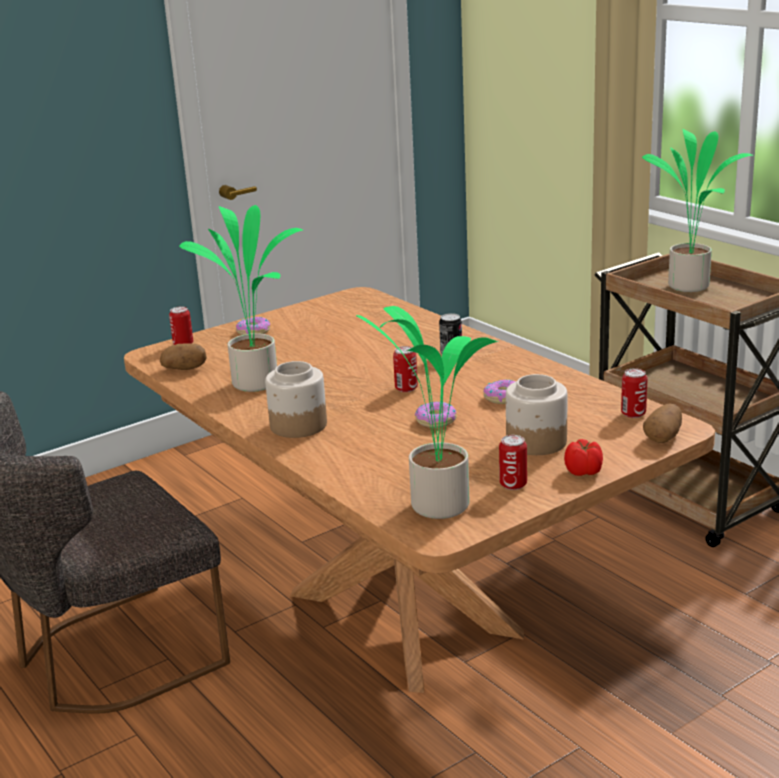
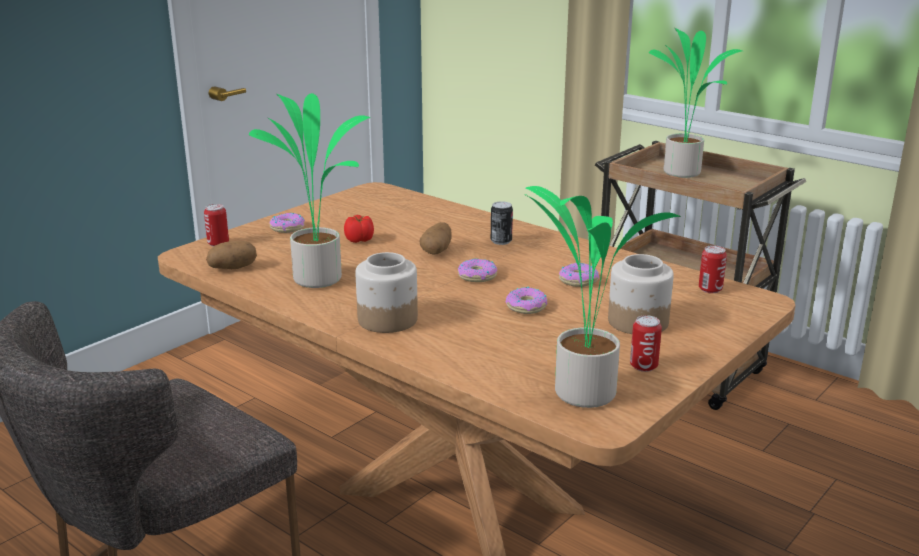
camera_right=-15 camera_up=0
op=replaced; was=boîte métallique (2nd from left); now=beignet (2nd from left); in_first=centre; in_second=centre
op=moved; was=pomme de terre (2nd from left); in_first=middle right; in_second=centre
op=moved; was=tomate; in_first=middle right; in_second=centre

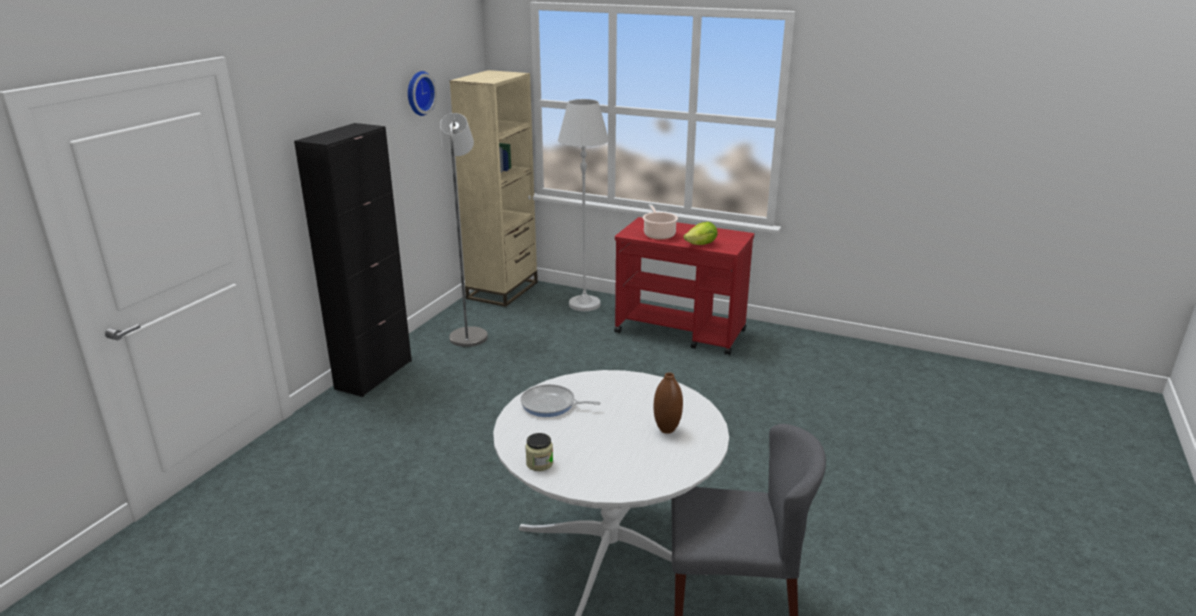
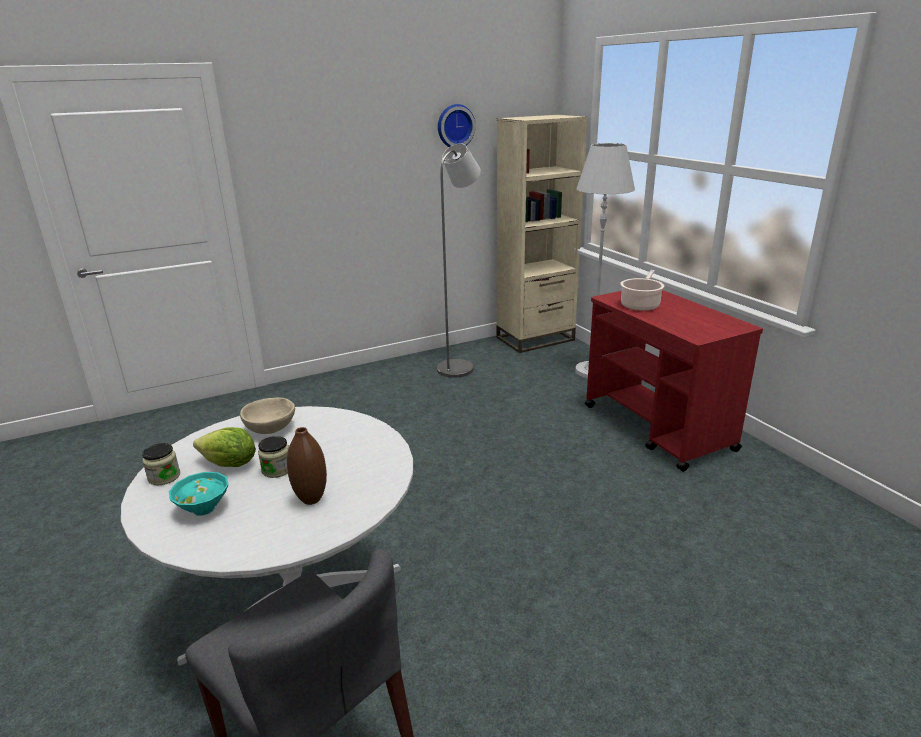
camera_right=40 camera_up=0
op=removed; was=meuble de rangement/noir; in_first=middle left
op=moved; was=laitue; in_first=centre; in_second=middle left
op=replaced; was=poêle; now=bol/beige; in_first=centre; in_second=middle left
op=added; now=bocal (2nd from left); in_second=middle left
op=added; now=bol/turquoise; in_second=bottom left

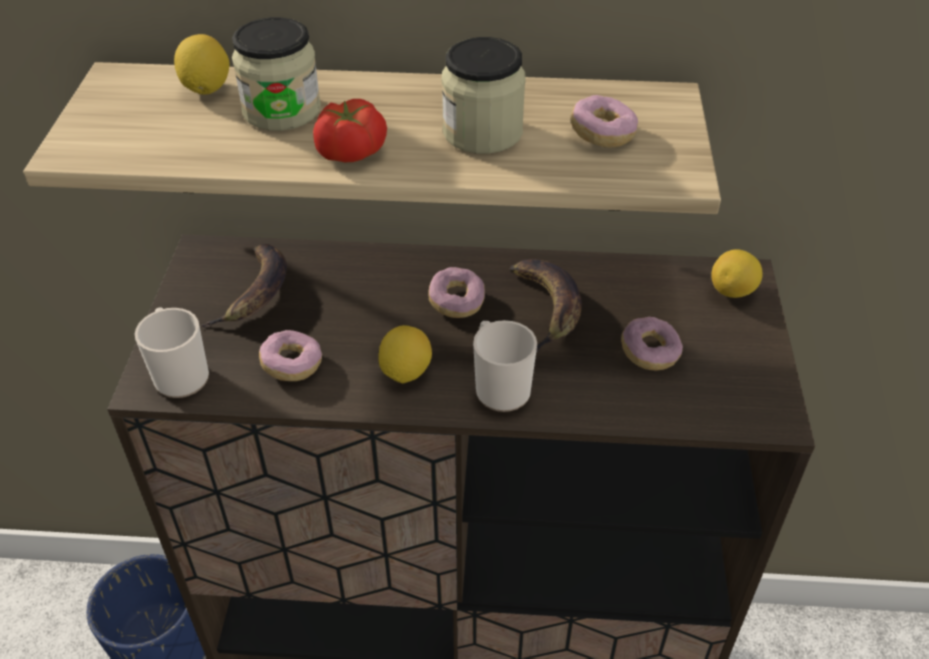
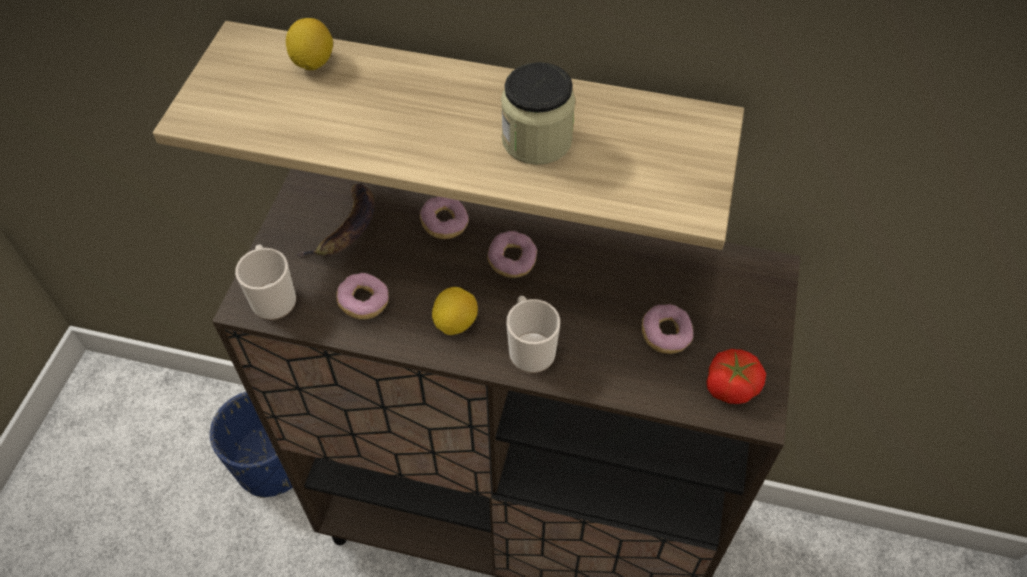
camera_right=10 camera_up=10
op=removed; was=bocal (1st from left); in_first=top left
op=moved; was=beignet (3rd from left in the first image); now=beignet (2nd from left); in_first=top centre; in_second=centre
op=moved; was=tomate; in_first=top centre; in_second=middle right
op=removed; was=citron (3rd from left); in_first=middle right
op=removed; was=banane (2nd from left); in_first=centre

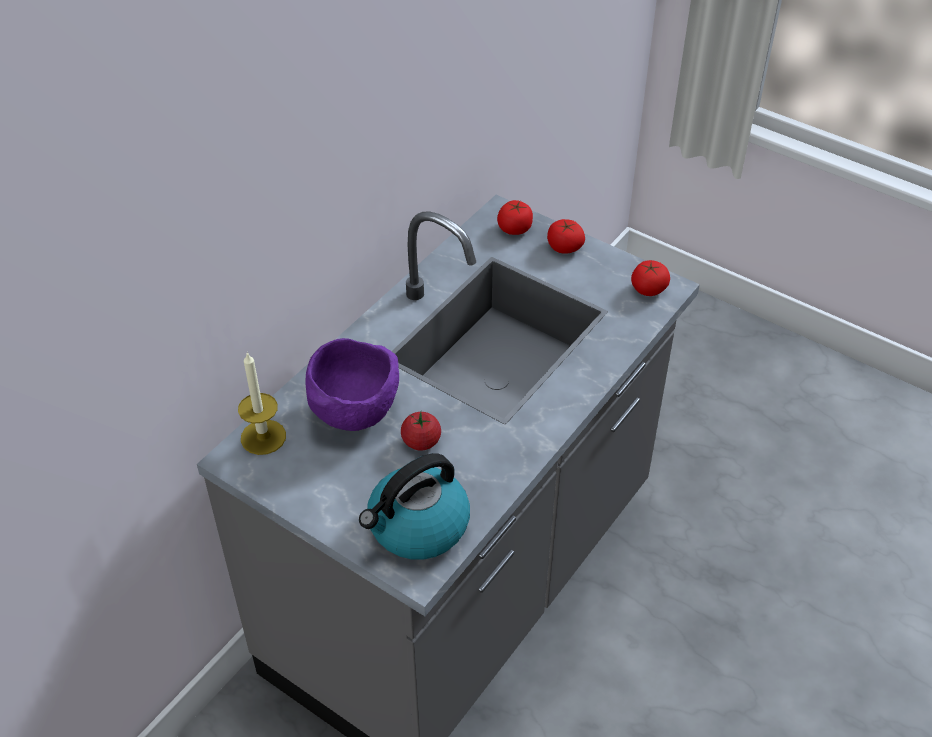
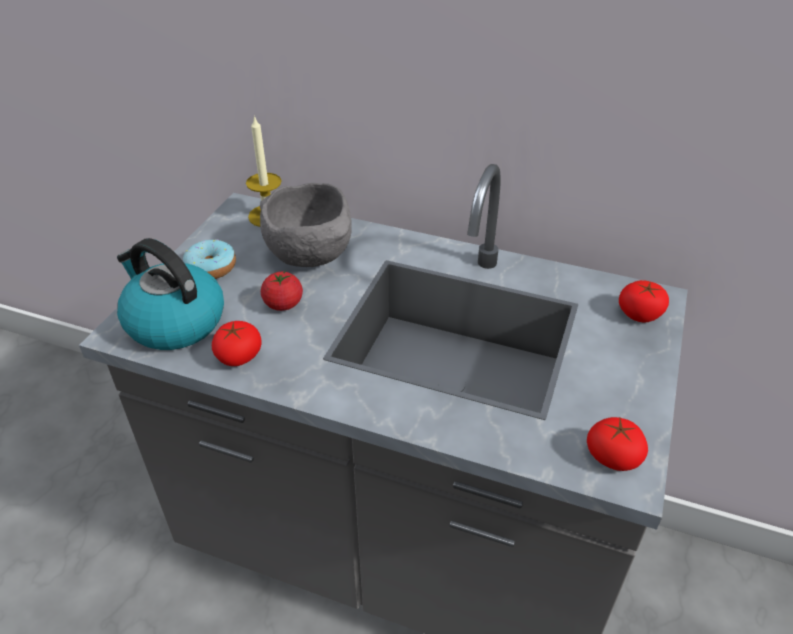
camera_right=75 camera_up=-5
op=moved; was=tomate (3rd from left in the first image); now=tomate (1st from left); in_first=top centre; in_second=middle left
op=recoloured; was=bol/violet; now=bol/gris; in_first=centre; in_second=centre
op=added; now=beignet; in_second=middle left

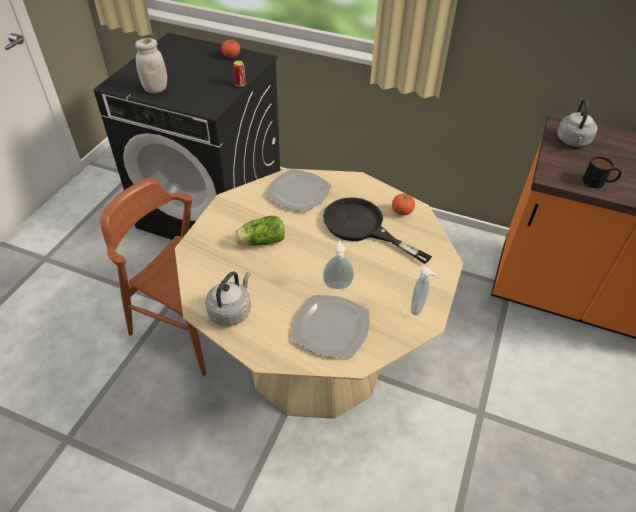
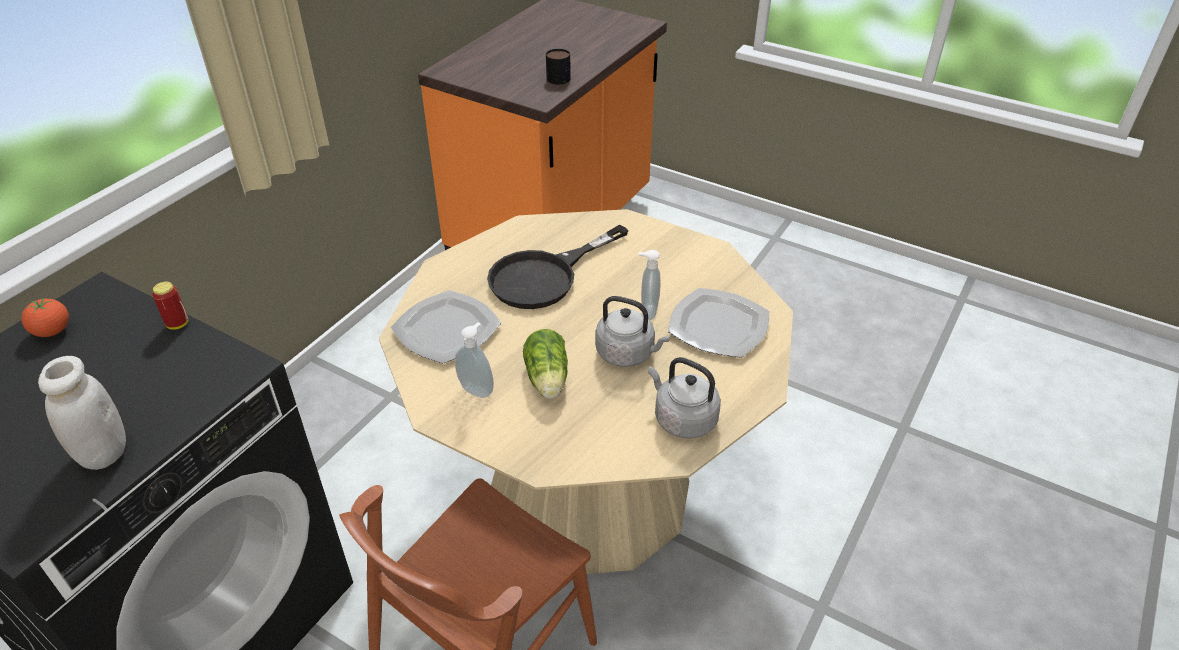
camera_right=-80 camera_up=-5
op=moved; was=bouilloire/gris (2nd from left in the first image); now=bouilloire/gris (1st from left); in_first=top right; in_second=centre
op=removed; was=tomate (2nd from left); in_first=centre
op=moved; was=distributeur de savon (2nd from left in the first image); now=distributeur de savon (1st from left); in_first=middle right; in_second=centre

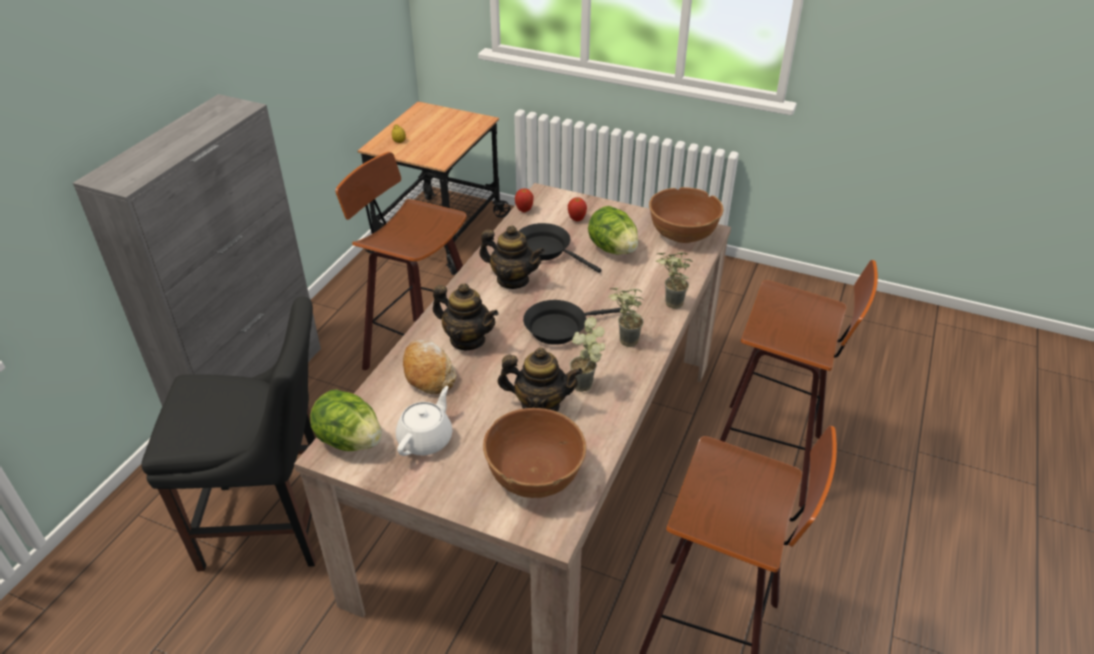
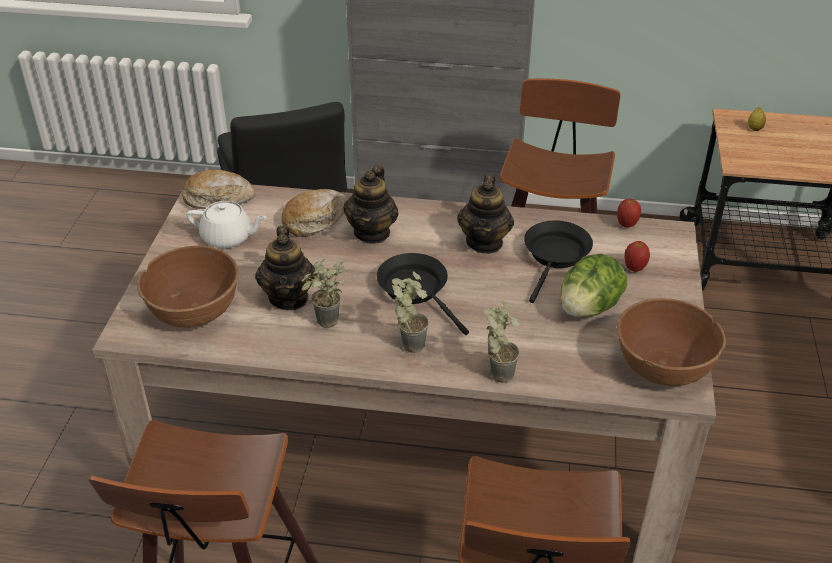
camera_right=75 camera_up=0
op=replaced; was=laitue (1st from left); now=pain (1st from left); in_first=middle left; in_second=middle left

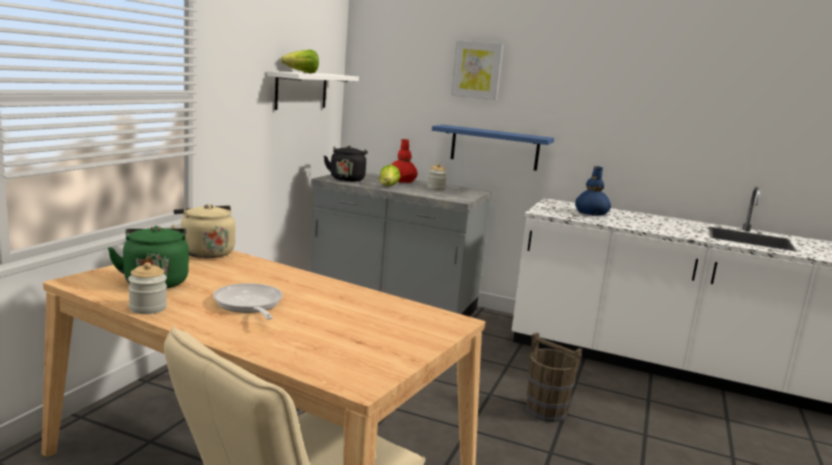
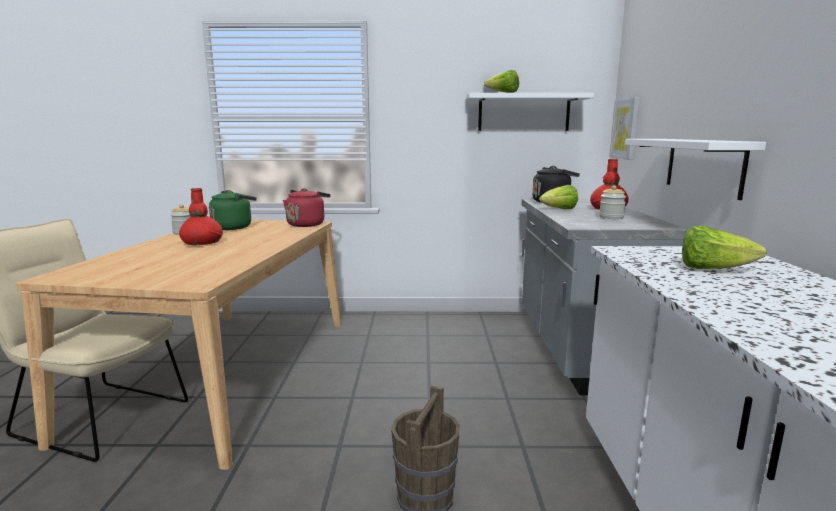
camera_right=70 camera_up=0
op=moved; was=tableau; in_first=top centre; in_second=top right
op=recoloured; was=étagère/bleu; now=étagère/blanc (2nd from left); in_first=top centre; in_second=top right
op=replaced; was=vase/bleu; now=laitue (3rd from left); in_first=middle right; in_second=middle right
op=recoloured; was=bouilloire/beige; now=bouilloire/rouge; in_first=middle left; in_second=centre
op=replaced; was=poêle; now=vase/rouge (1st from left); in_first=middle left; in_second=middle left

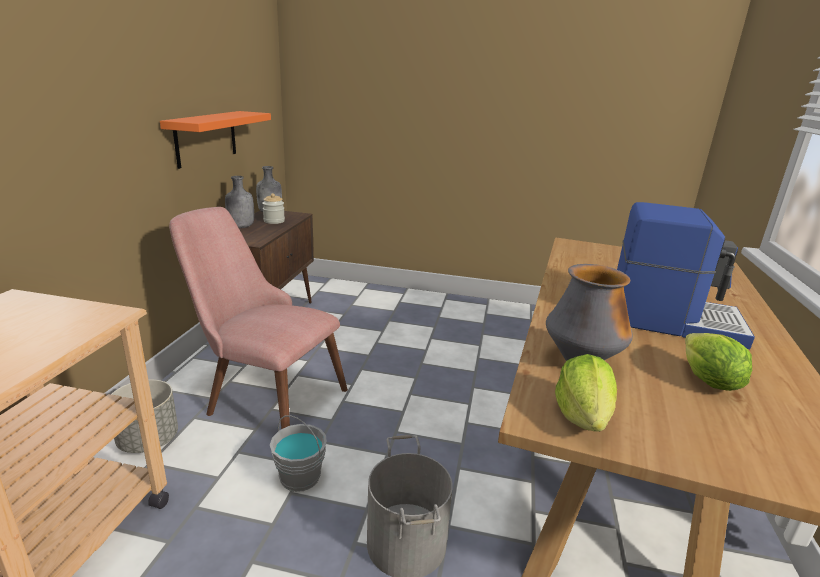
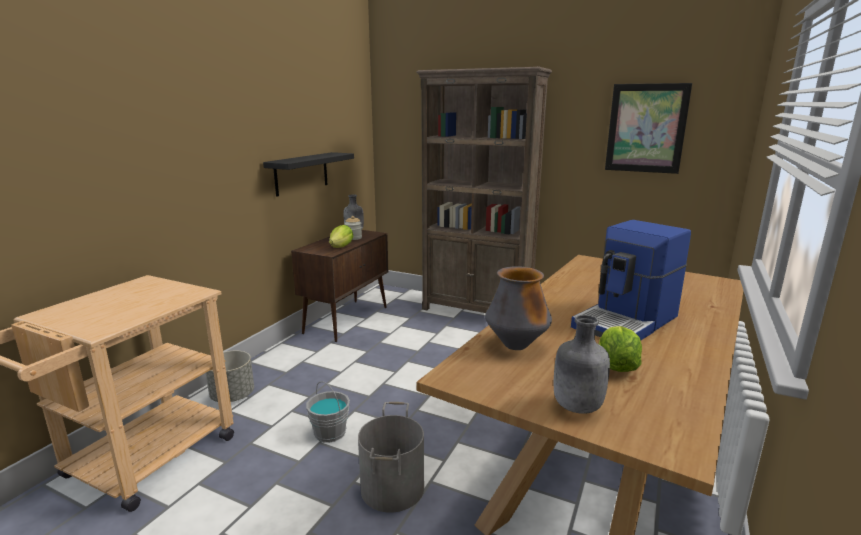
camera_right=15 camera_up=-5
op=recoloured; was=étagère/orange; now=étagère/noir; in_first=top left; in_second=top centre
op=moved; was=bouteille/gris (1st from left in the first image); now=bouteille/gris (2nd from left); in_first=middle left; in_second=bottom right
op=turned; was=machine à café; in_first=middle right; in_second=middle right; clockwise=105
op=removed; was=chaise/rose; in_first=middle left
op=moved; was=laitue (1st from left); in_first=bottom right; in_second=centre
op=added; now=bibliothèque/marron; in_second=centre
op=added; now=tableau; in_second=top right

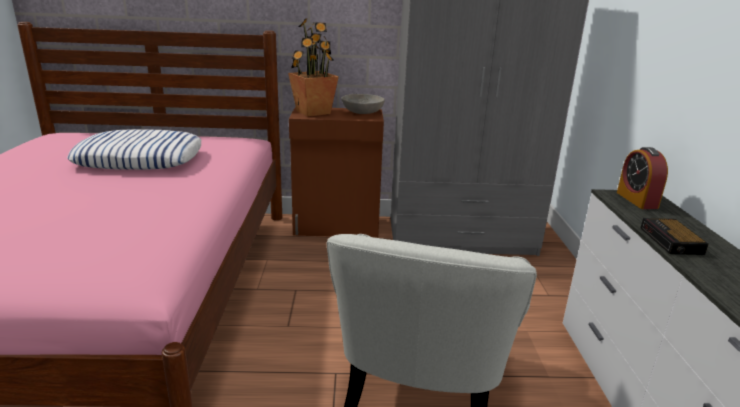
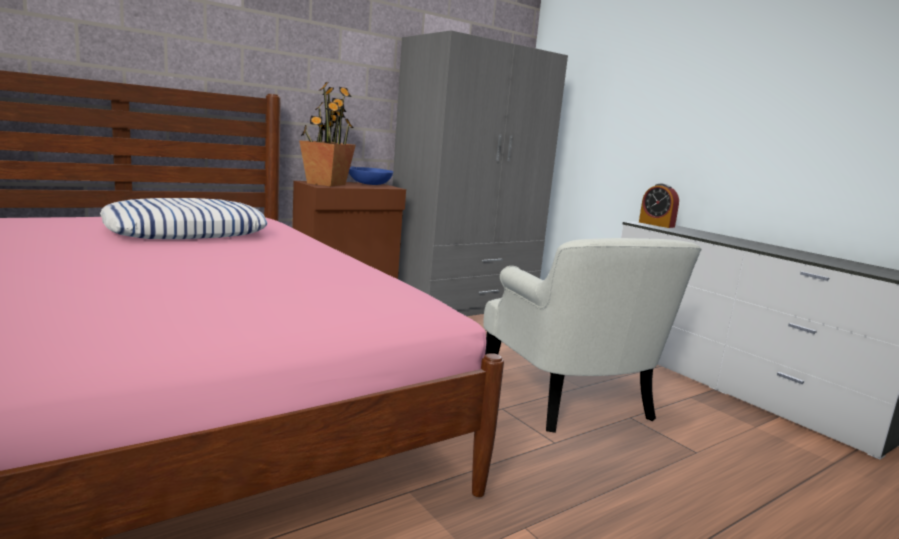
camera_right=-35 camera_up=-10
op=recoloured; was=bol/gris; now=bol/bleu; in_first=top centre; in_second=top centre
op=removed; was=réveil (2nd from left); in_first=middle right

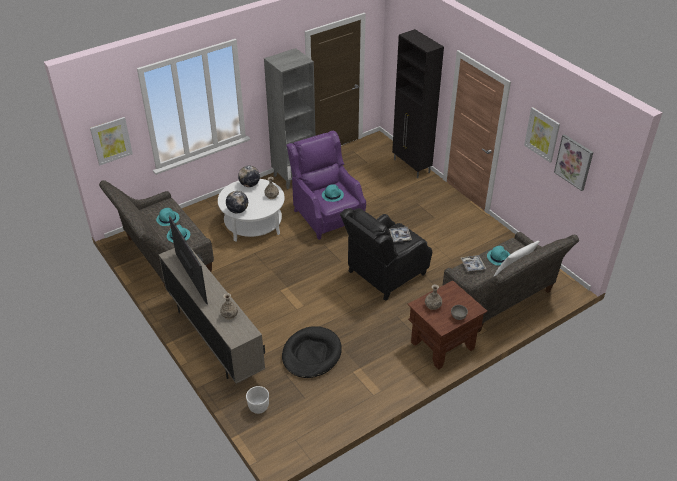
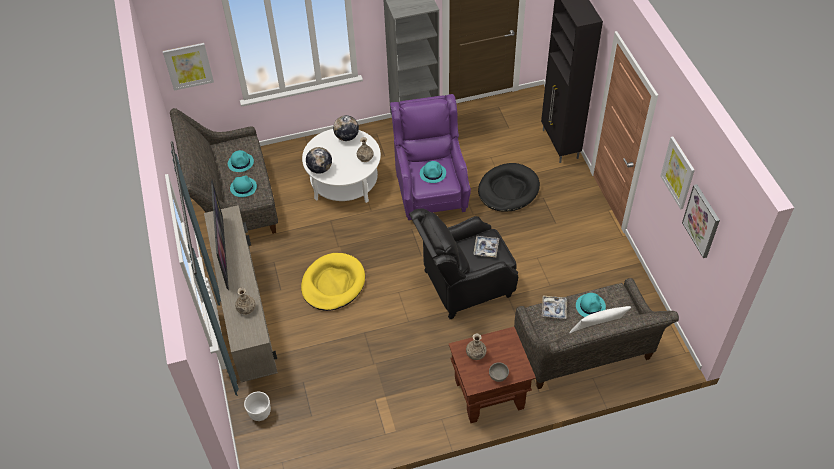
camera_right=20 camera_up=10
op=moved; was=panier pour chien/noir; in_first=bottom centre; in_second=centre
op=added; now=panier pour chien/jaune; in_second=centre

